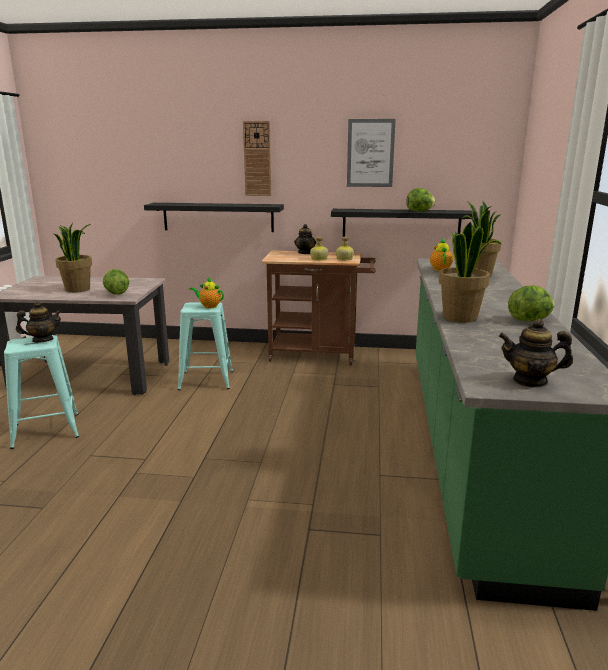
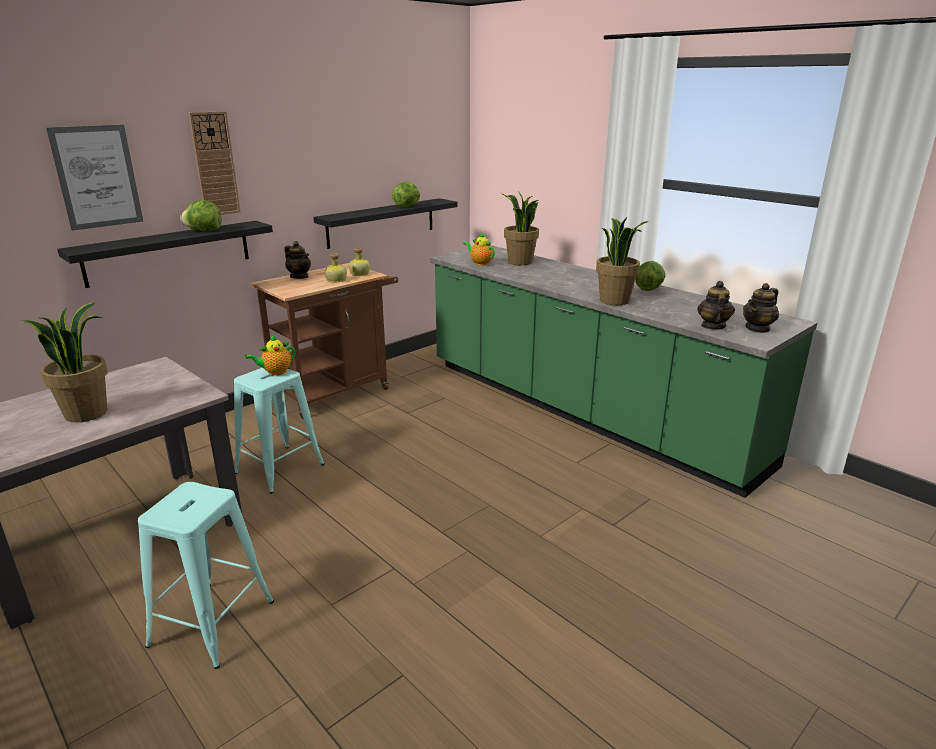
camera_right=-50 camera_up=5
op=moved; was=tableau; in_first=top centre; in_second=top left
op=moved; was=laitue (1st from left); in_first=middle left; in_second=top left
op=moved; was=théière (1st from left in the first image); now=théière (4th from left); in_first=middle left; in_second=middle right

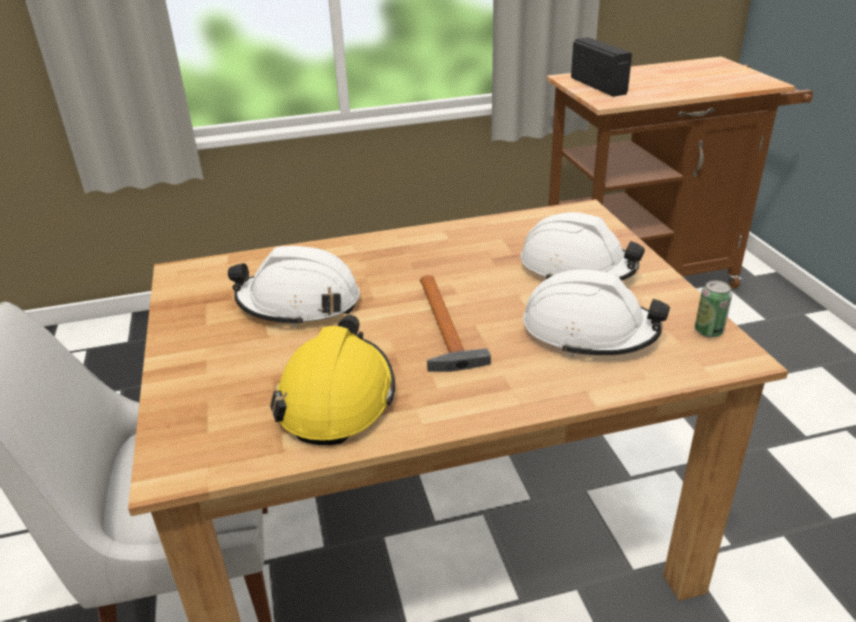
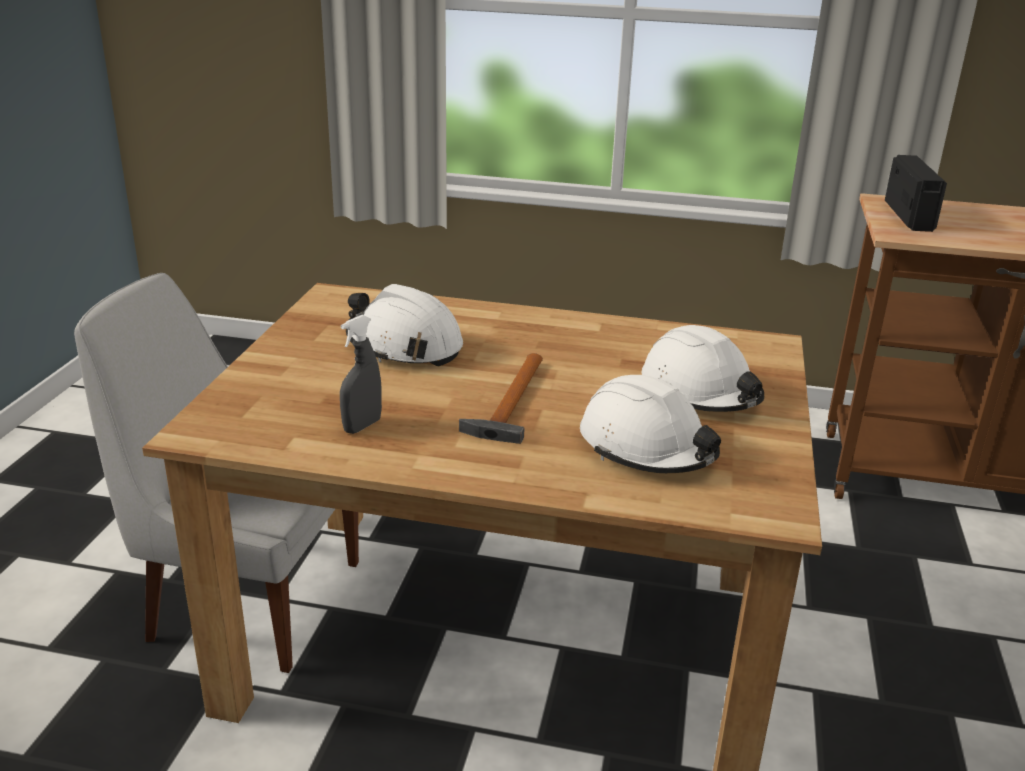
camera_right=25 camera_up=-5
op=removed; was=boîte métallique; in_first=middle right
op=replaced; was=casque de chantier/jaune; now=vaporisateur/gris; in_first=centre; in_second=centre

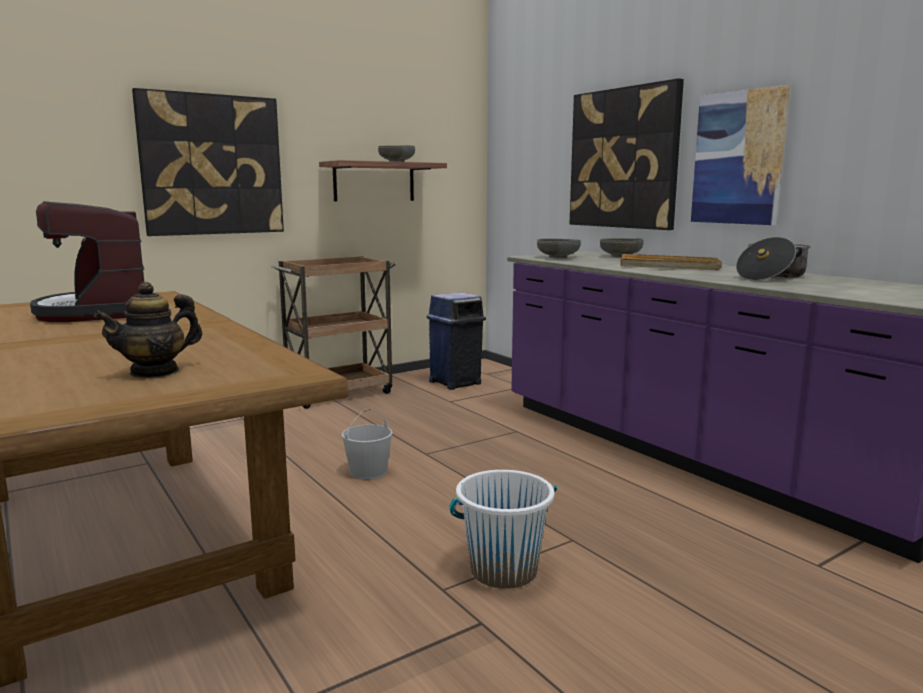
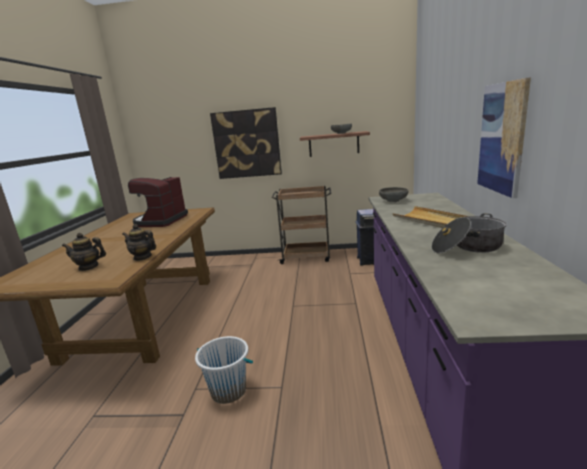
camera_right=40 camera_up=5
op=removed; was=tableau (2nd from left); in_first=top right
op=removed; was=bol/gris (3rd from left); in_first=middle right
op=removed; was=seau/blanc (1st from left); in_first=centre
op=added; now=théière (2nd from left); in_second=middle left

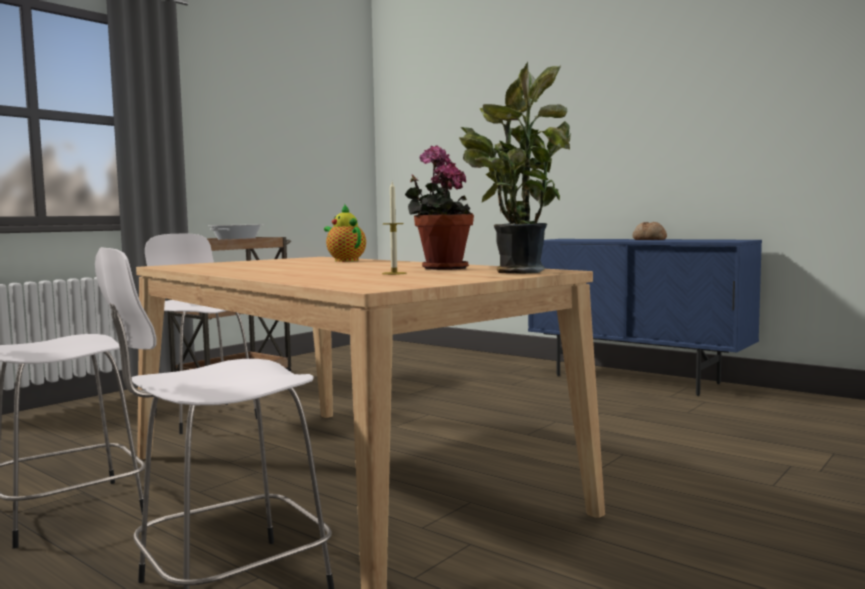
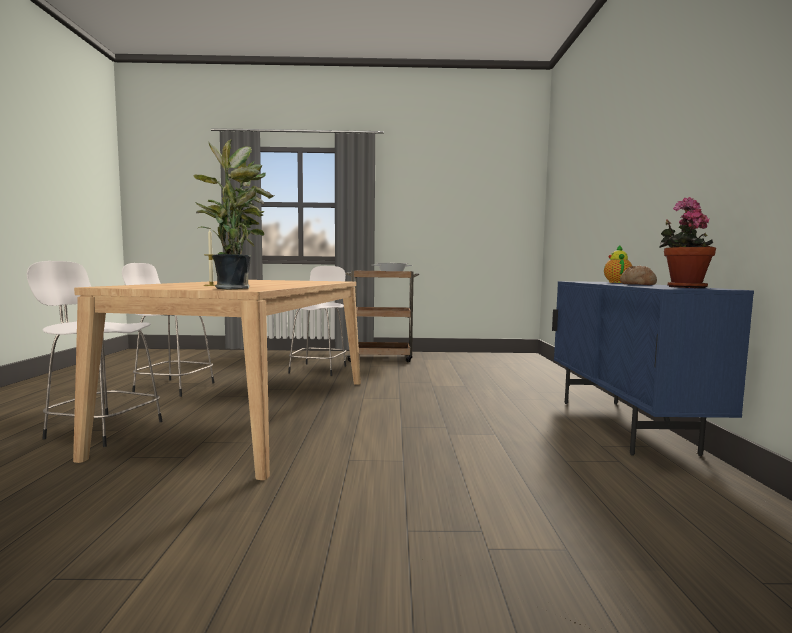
camera_right=50 camera_up=0
op=moved; was=plante en pot (1st from left in the first image); now=plante en pot (2nd from left); in_first=centre; in_second=middle right
op=moved; was=théière; in_first=centre; in_second=middle right

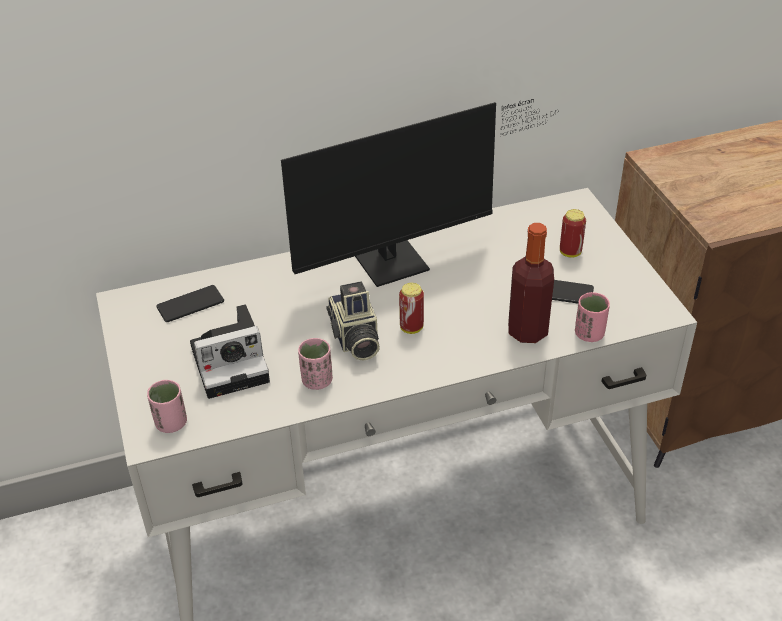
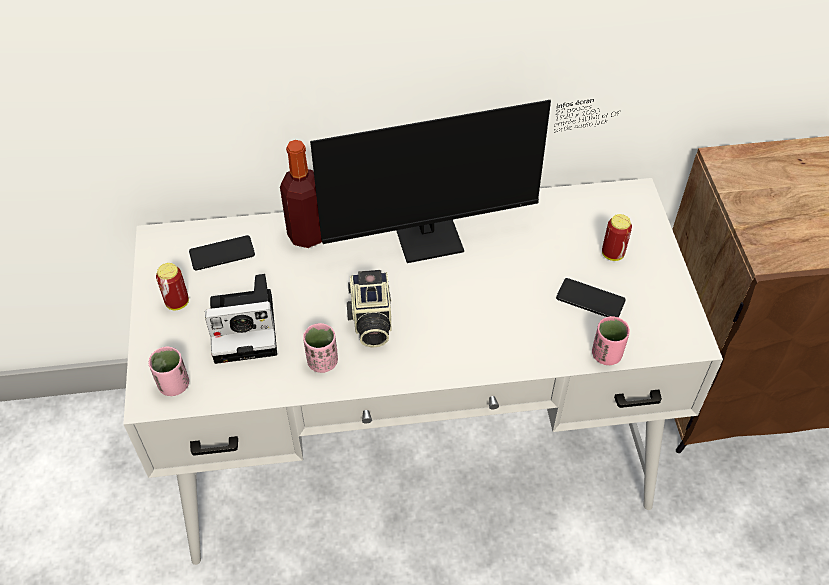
camera_right=10 camera_up=10
op=moved; was=bouteille; in_first=middle right; in_second=top centre
op=moved; was=boîte métallique (1st from left); in_first=centre; in_second=middle left

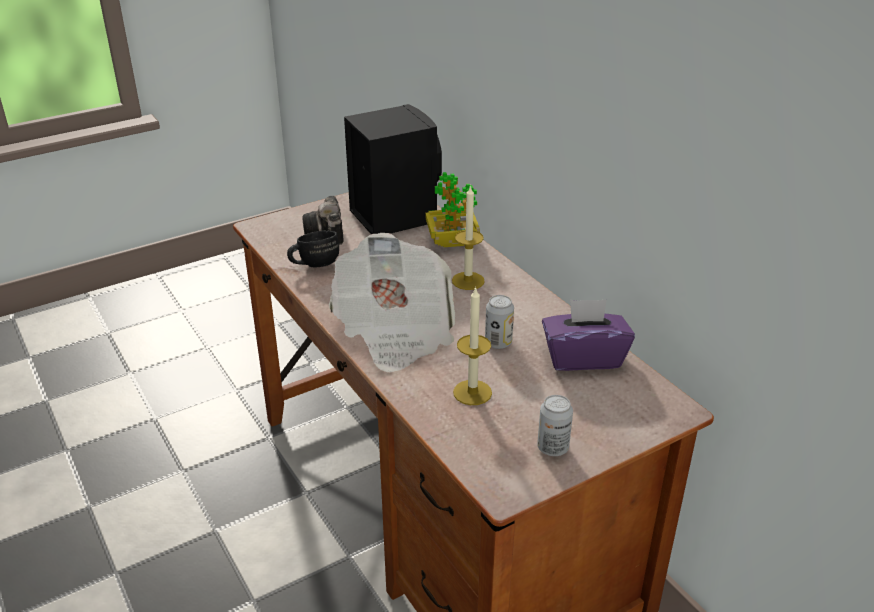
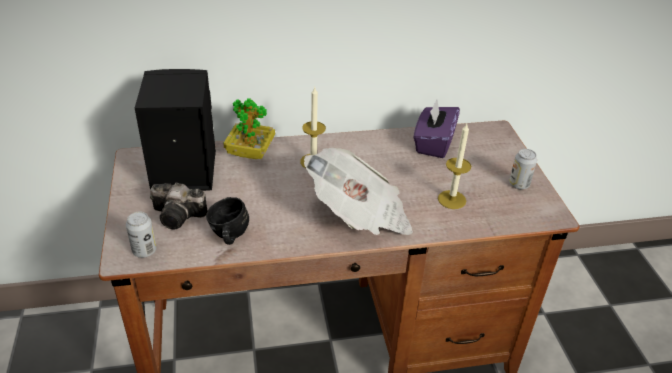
camera_right=-70 camera_up=5
op=moved; was=boîte métallique (1st from left); in_first=centre; in_second=middle left

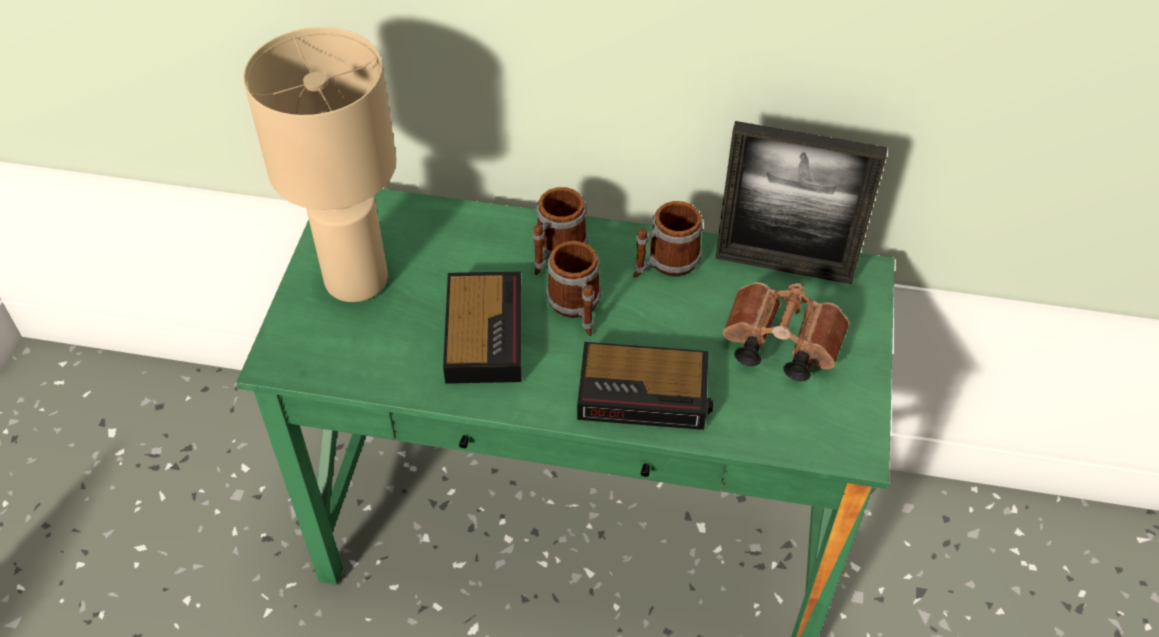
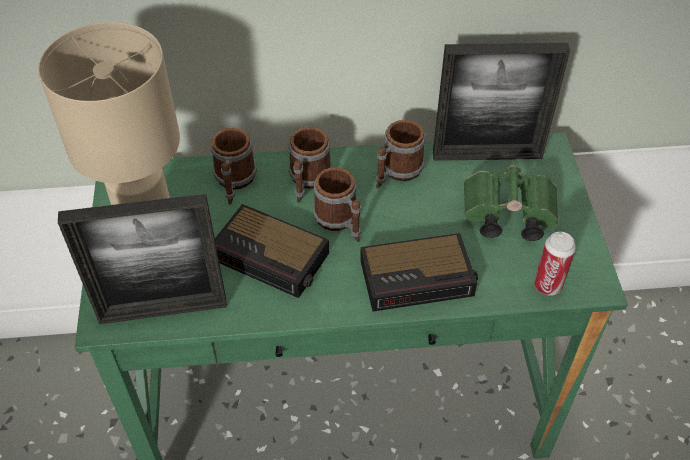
camera_right=-15 camera_up=0
op=turned; was=réveil (1st from left); in_first=centre; in_second=centre; clockwise=135
op=recoloured; was=jumelles/marron; now=jumelles/vert; in_first=middle right; in_second=middle right
op=added; now=mug (1st from left); in_second=centre
op=added; now=cadre photo (1st from left); in_second=middle left
op=added; now=boîte métallique; in_second=middle right

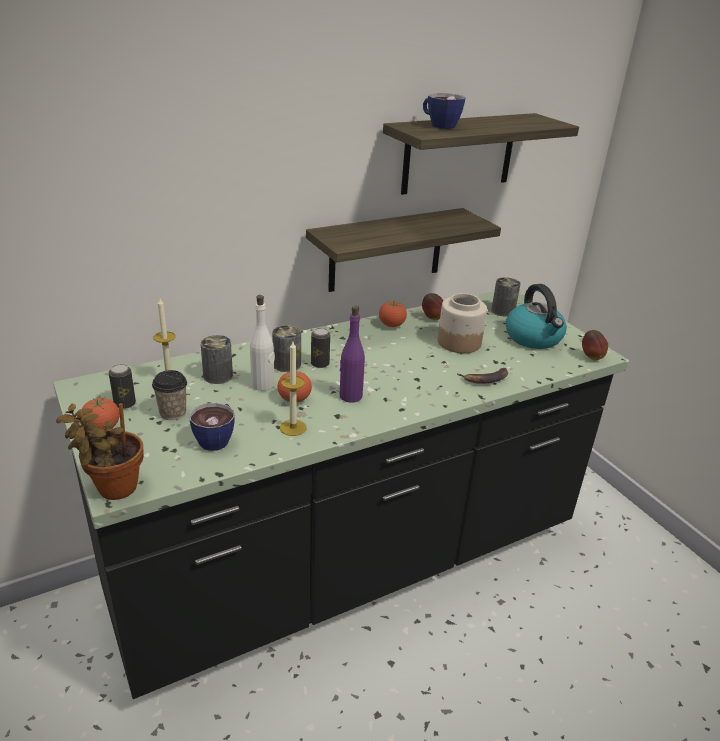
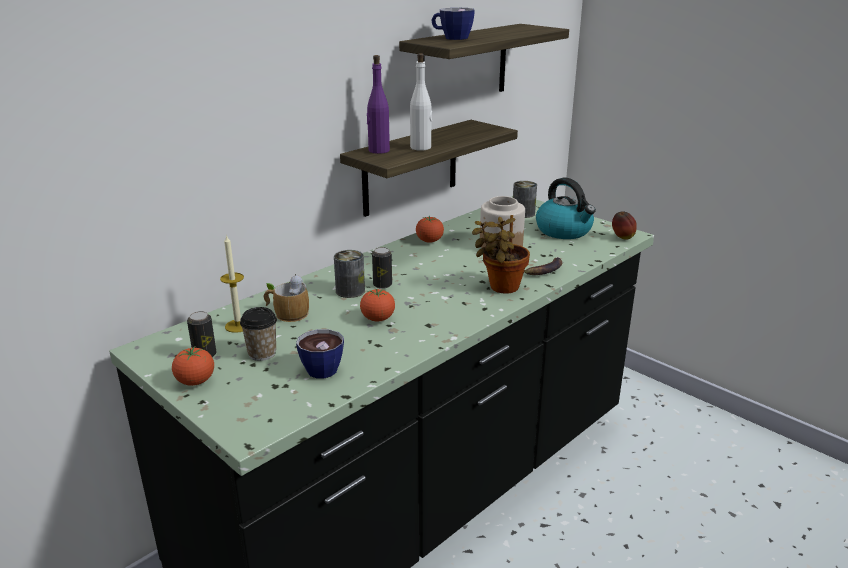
camera_right=-15 camera_up=-5
op=removed; was=pomme (1st from left); in_first=centre
op=moved; was=bouteille/blanc; in_first=centre; in_second=top centre
op=moved; was=bouteille/violet; in_first=centre; in_second=top centre
op=replaced; was=boîte métallique (2nd from left); now=mug; in_first=middle left; in_second=centre
op=removed; was=bougie (2nd from left); in_first=centre
op=moved; was=plante en pot; in_first=middle left; in_second=centre

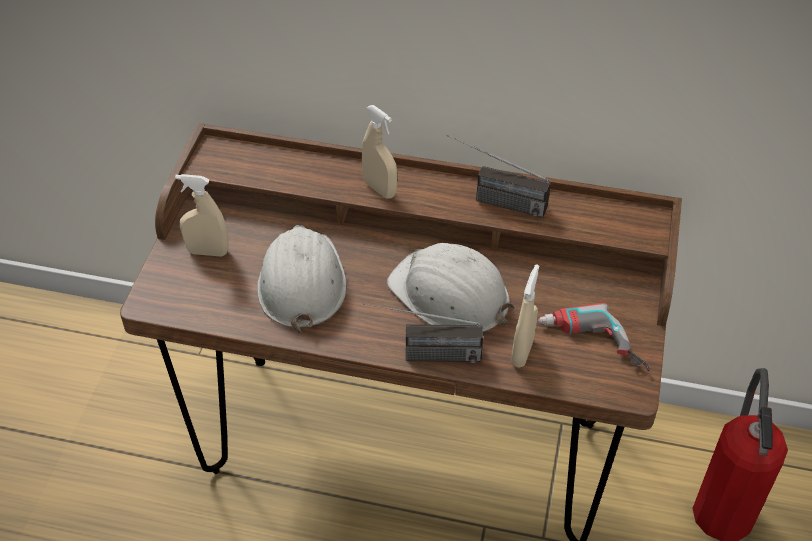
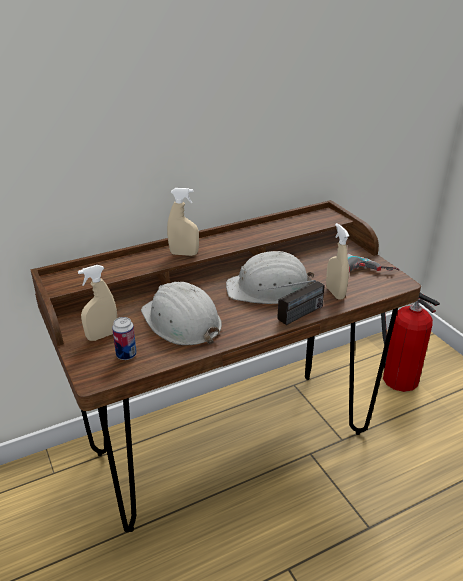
camera_right=-40 camera_up=-15
op=removed; was=radio (2nd from left); in_first=top centre
op=added; now=boîte métallique; in_second=middle left

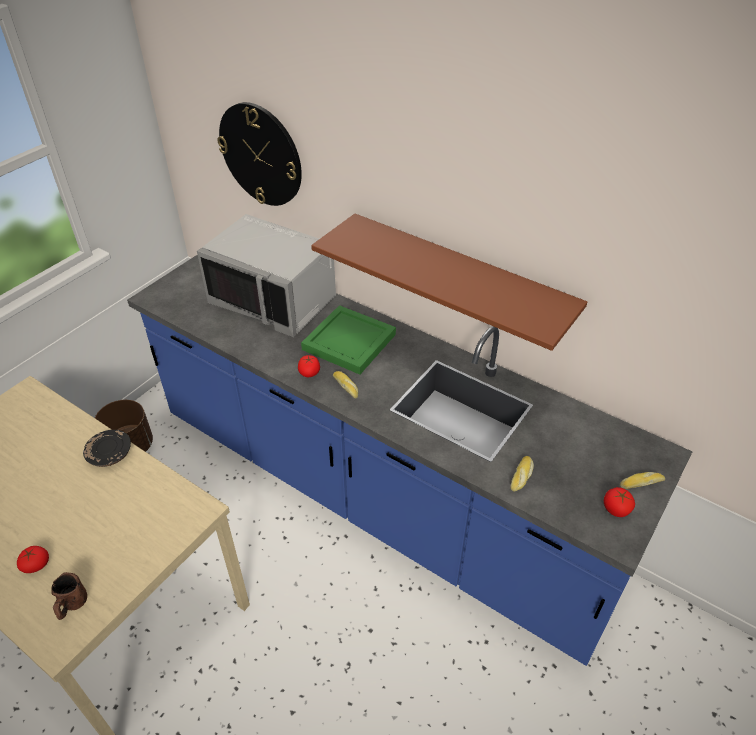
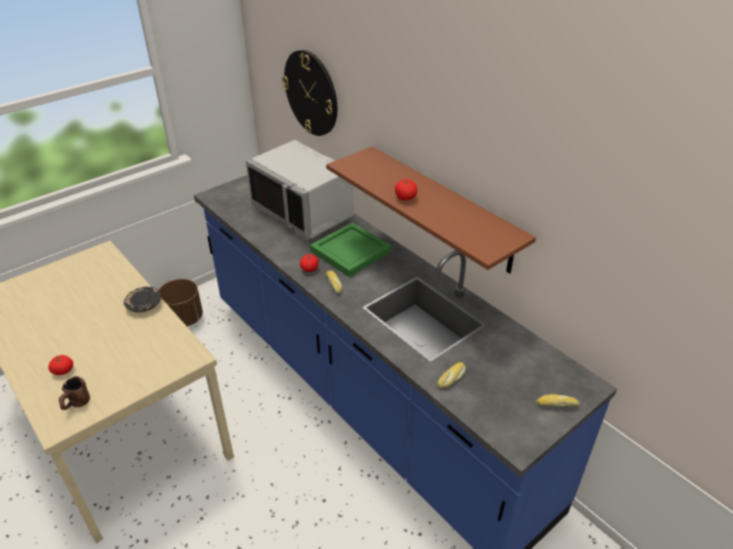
camera_right=15 camera_up=-5
op=moved; was=tomate (3rd from left); in_first=bottom right; in_second=centre

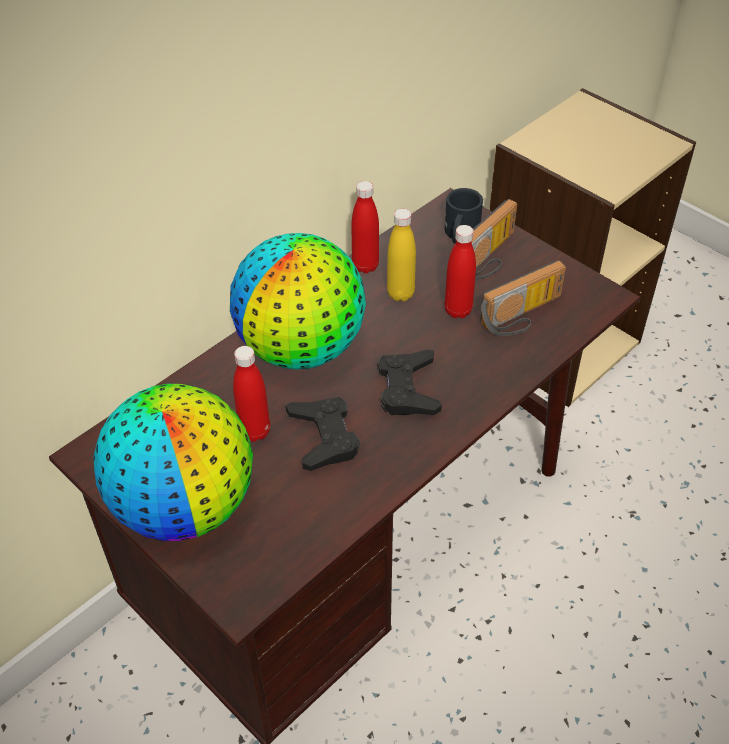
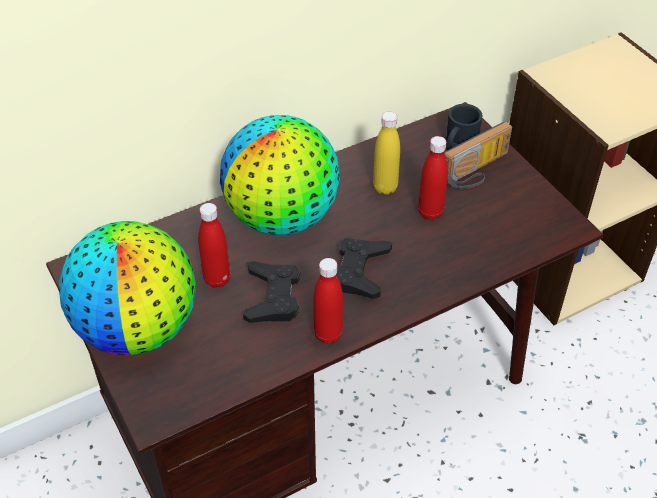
camera_right=15 camera_up=0
op=moved; was=bouteille/rouge (2nd from left); in_first=top centre; in_second=centre
op=removed; was=radio (2nd from left); in_first=middle right

